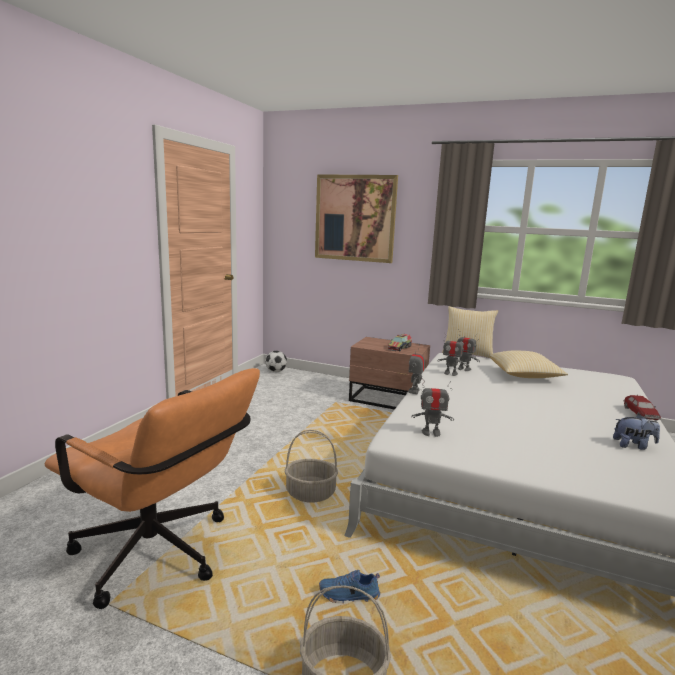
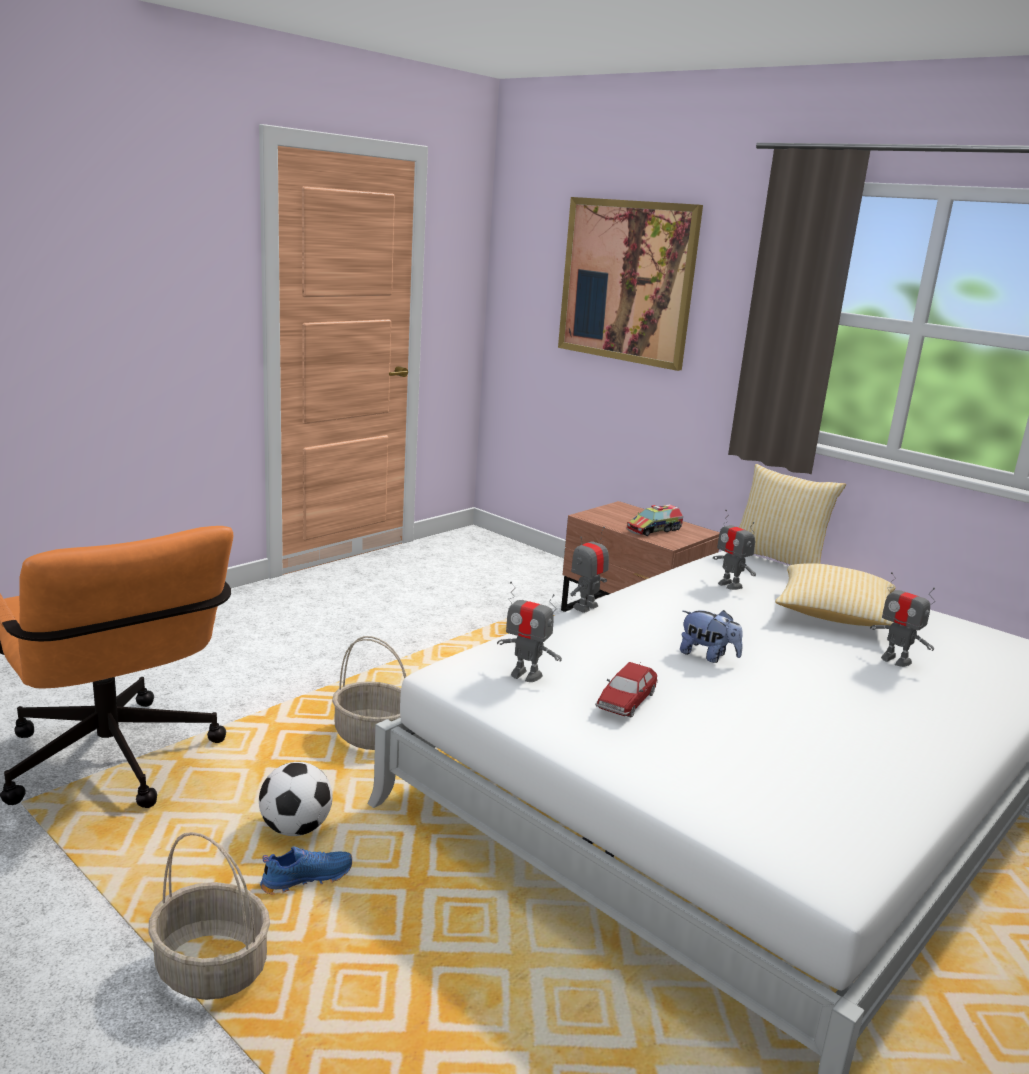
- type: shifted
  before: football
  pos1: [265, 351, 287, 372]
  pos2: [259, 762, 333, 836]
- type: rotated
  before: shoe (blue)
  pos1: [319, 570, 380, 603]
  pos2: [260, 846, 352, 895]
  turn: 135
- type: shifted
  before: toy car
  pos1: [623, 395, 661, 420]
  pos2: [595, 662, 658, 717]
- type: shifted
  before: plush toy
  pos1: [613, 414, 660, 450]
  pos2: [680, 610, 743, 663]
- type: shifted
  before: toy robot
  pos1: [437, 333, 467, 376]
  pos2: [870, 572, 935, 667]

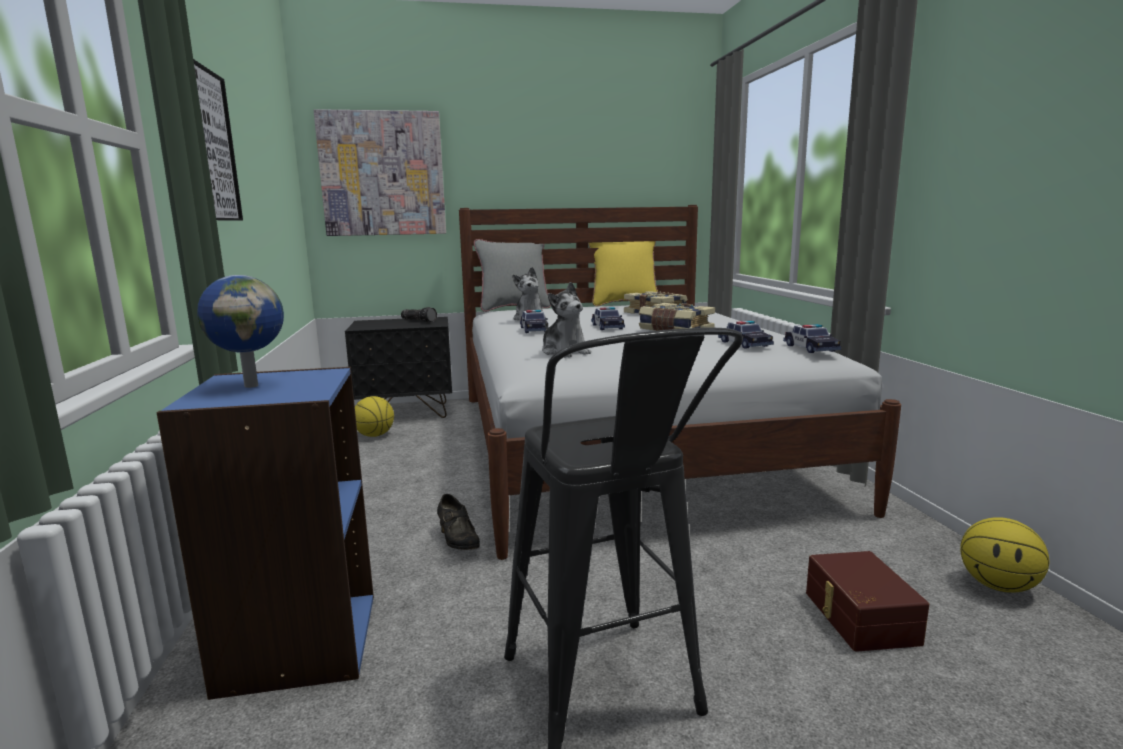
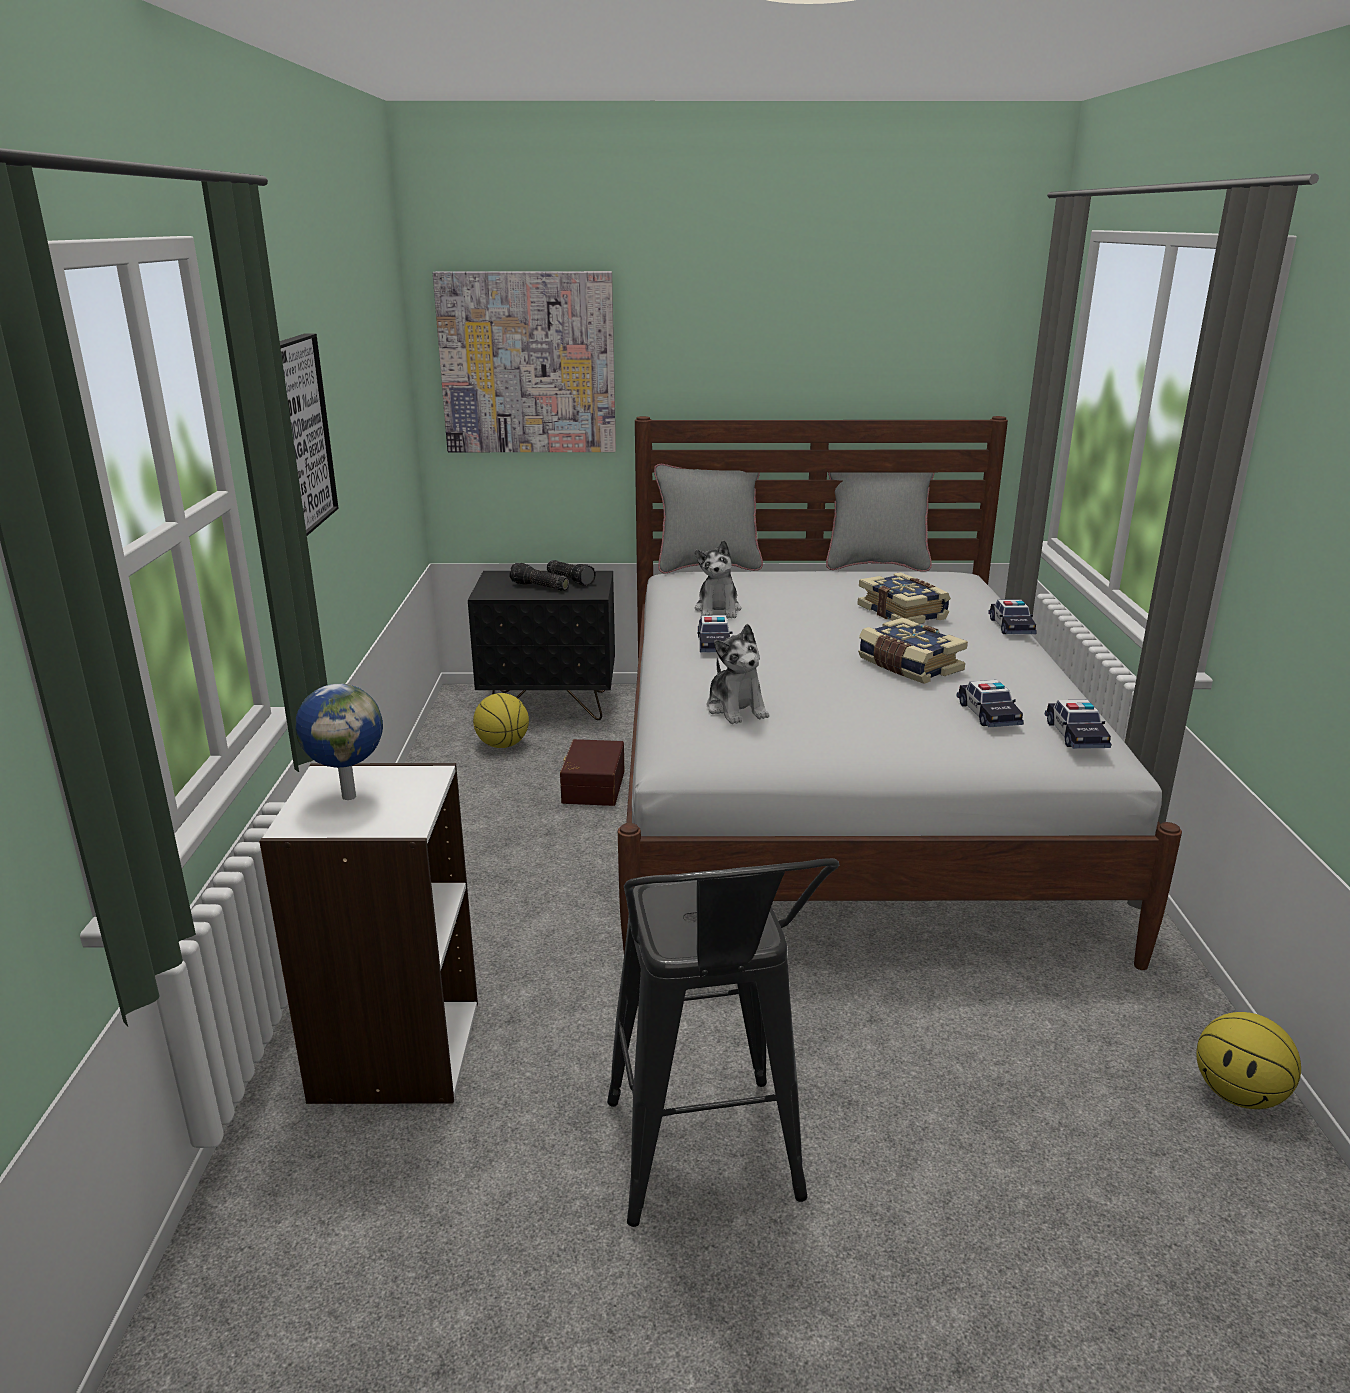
- type: repainted
  before: bookcase (blue)
  after: bookcase (white)
  pos1: [157, 367, 374, 700]
  pos2: [259, 763, 478, 1104]
- type: new
  after: flashlight
  pos2: [509, 563, 570, 591]
- type: shifted
  before: storage box (brown)
  pos1: [806, 551, 929, 652]
  pos2: [560, 739, 624, 806]
- type: repainted
  before: pillow (yellow)
  after: pillow (grey)
  pos1: [588, 241, 658, 306]
  pos2: [826, 472, 935, 572]
- type: shifted
  before: toy car
  pos1: [591, 307, 625, 330]
  pos2: [988, 599, 1037, 634]
- type: gone
  before: shoe (black)
  pos1: [437, 494, 480, 550]

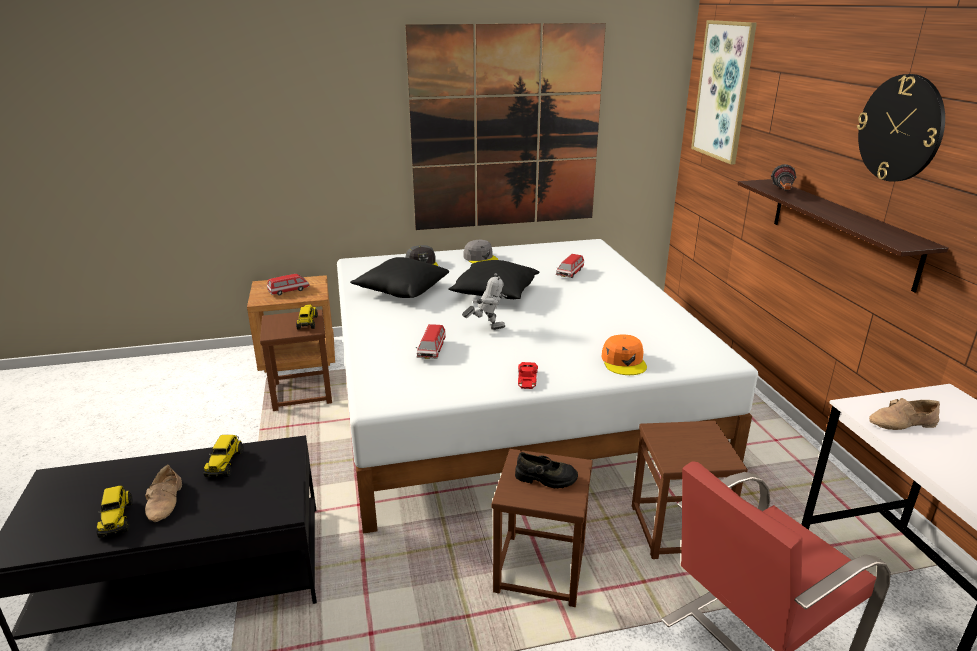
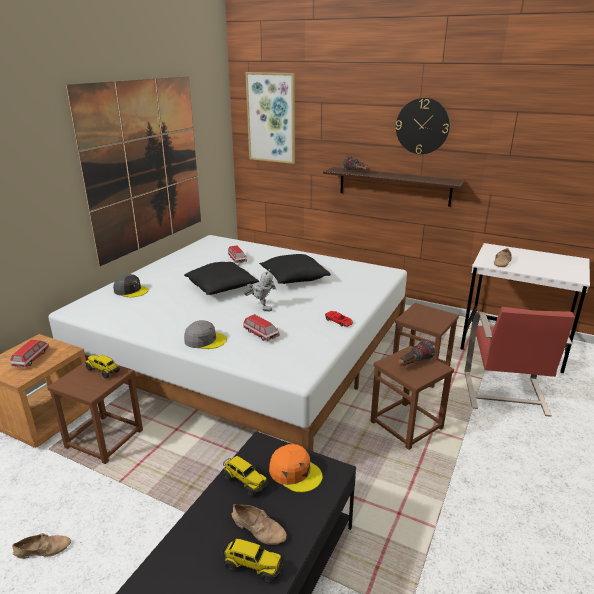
- type: new
  after: shoe (beige)
  pos2: [12, 533, 71, 559]
- type: shifted
  before: cap (grey)
  pos1: [463, 240, 498, 264]
  pos2: [184, 320, 227, 349]
- type: rotated
  before: toy robot
  pos1: [462, 273, 507, 330]
  pos2: [244, 269, 276, 311]
  turn: 90
- type: shifted
  before: pillow (black)
  pos1: [350, 257, 449, 298]
  pos2: [259, 254, 331, 284]
- type: shifted
  before: cap (orange)
  pos1: [602, 334, 647, 375]
  pos2: [269, 444, 323, 492]
- type: swapped
  before: shoe (black)
  after: flashlight
  pos1: [515, 452, 578, 488]
  pos2: [398, 340, 435, 366]

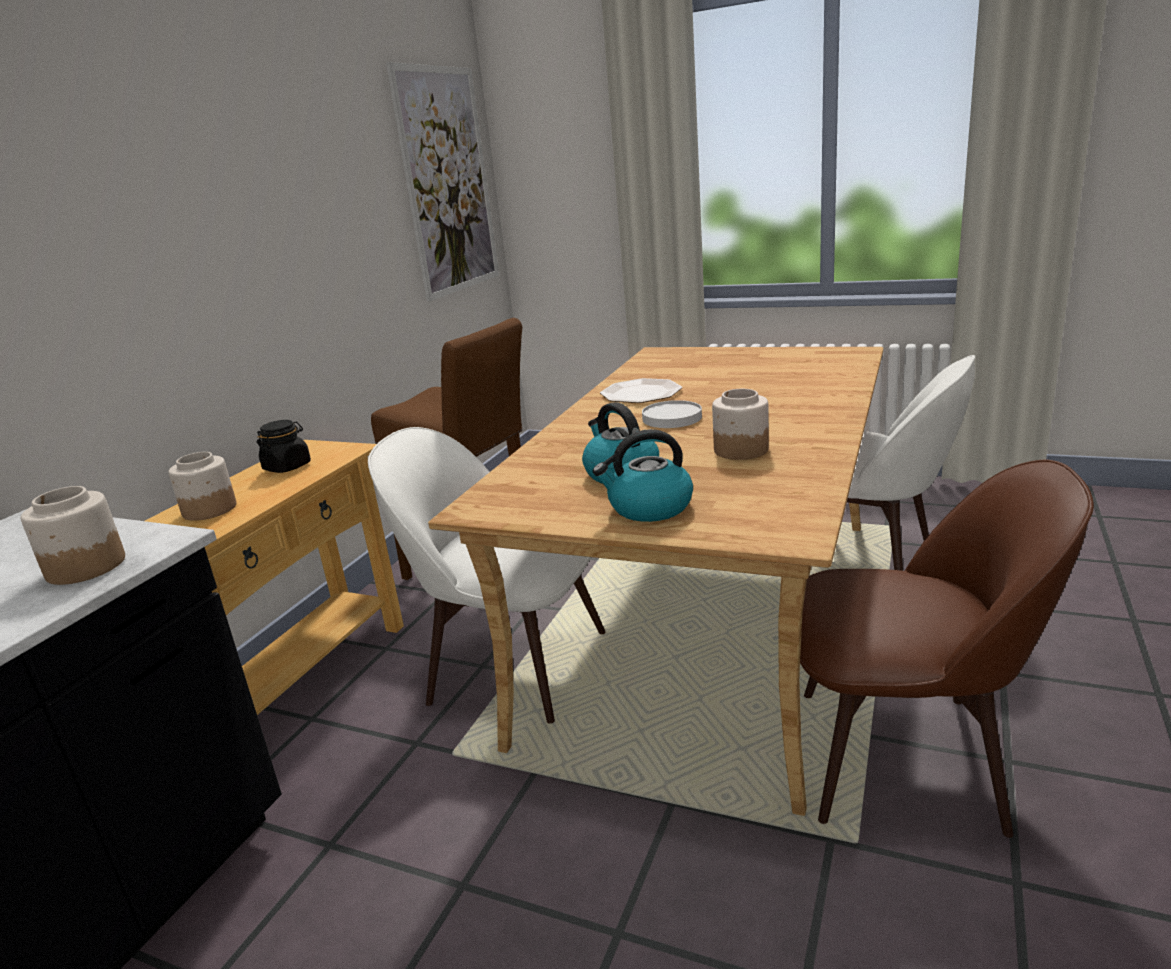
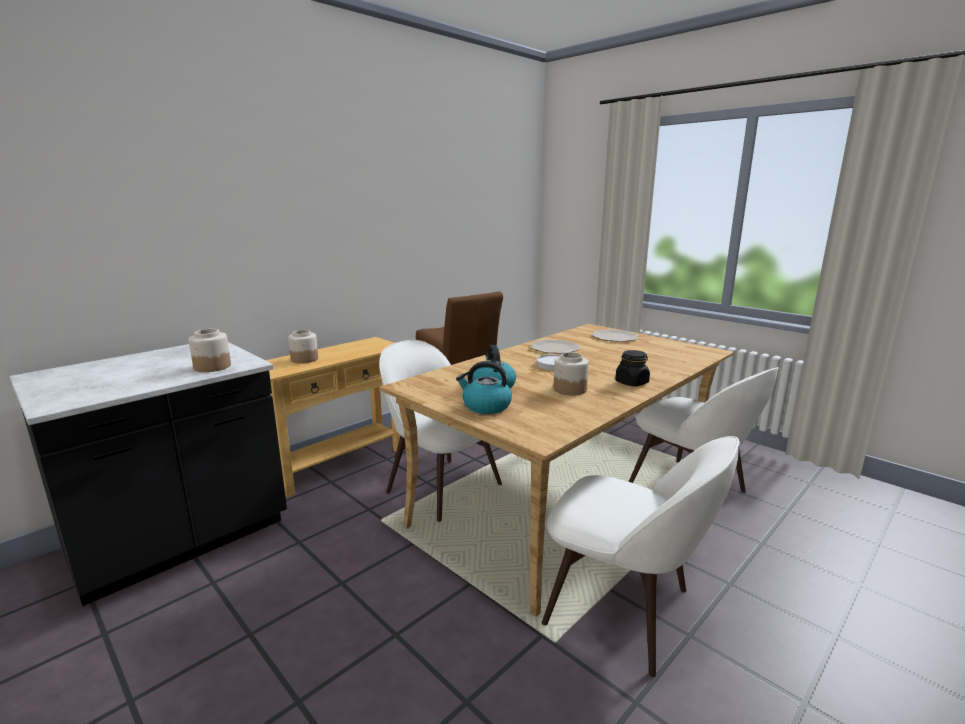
- type: repainted
  before: chair (brown)
  after: chair (white)
  pos1: [800, 460, 1094, 838]
  pos2: [542, 436, 740, 677]
- type: new
  after: plate
  pos2: [592, 329, 638, 342]
- type: shifted
  before: jar (black)
  pos1: [257, 420, 311, 473]
  pos2: [615, 350, 650, 387]
- type: gone
  before: picture
  pos1: [386, 62, 499, 301]

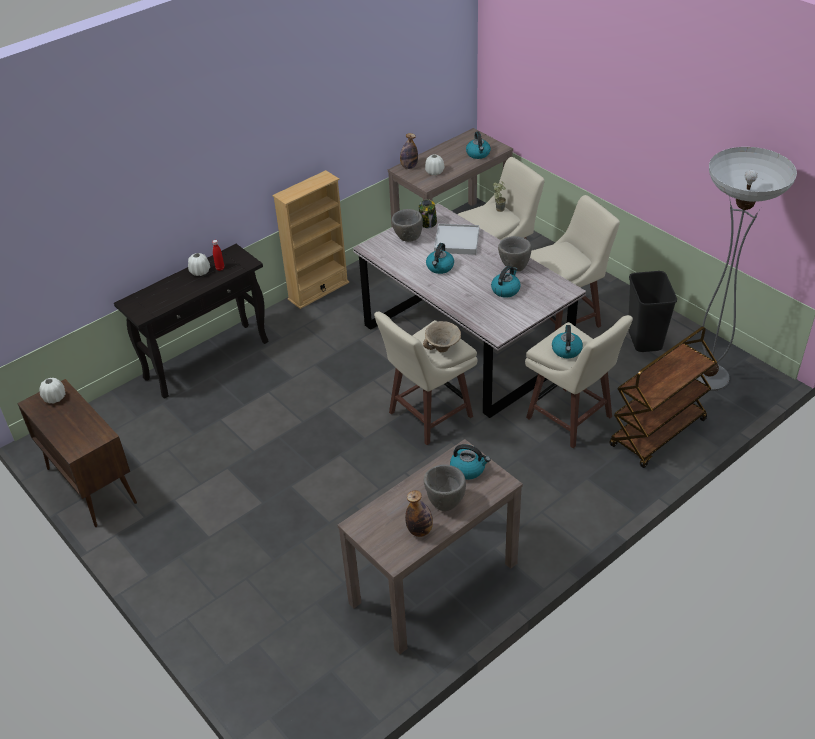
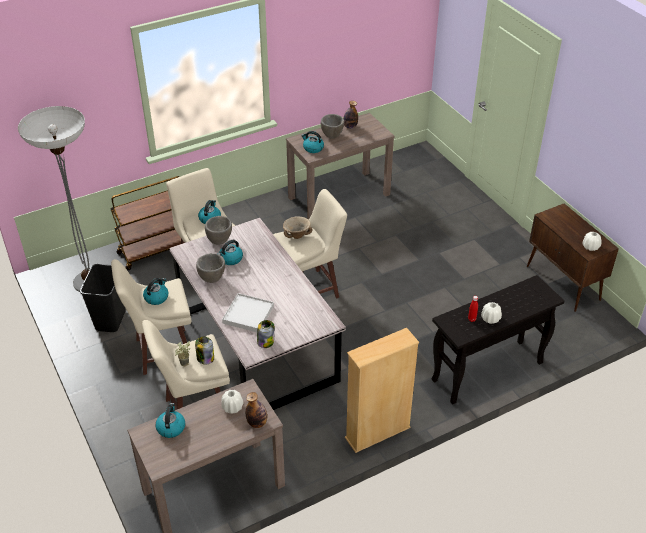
- type: shifted
  before: kettle
  pos1: [426, 243, 454, 274]
  pos2: [143, 278, 168, 305]
- type: new
  after: jar
  pos2: [195, 336, 214, 365]
- type: shifted
  before: bowl (grey)
  pos1: [392, 209, 423, 242]
  pos2: [205, 216, 232, 245]

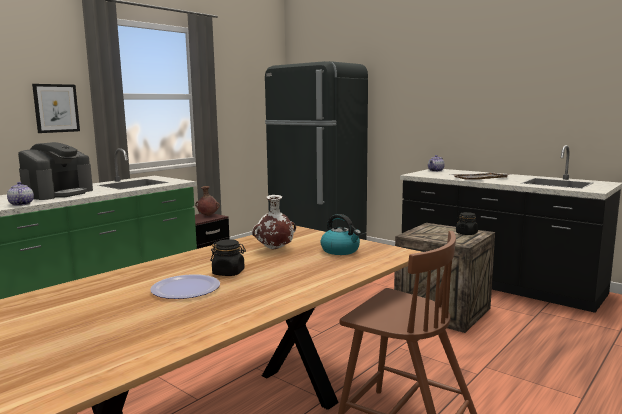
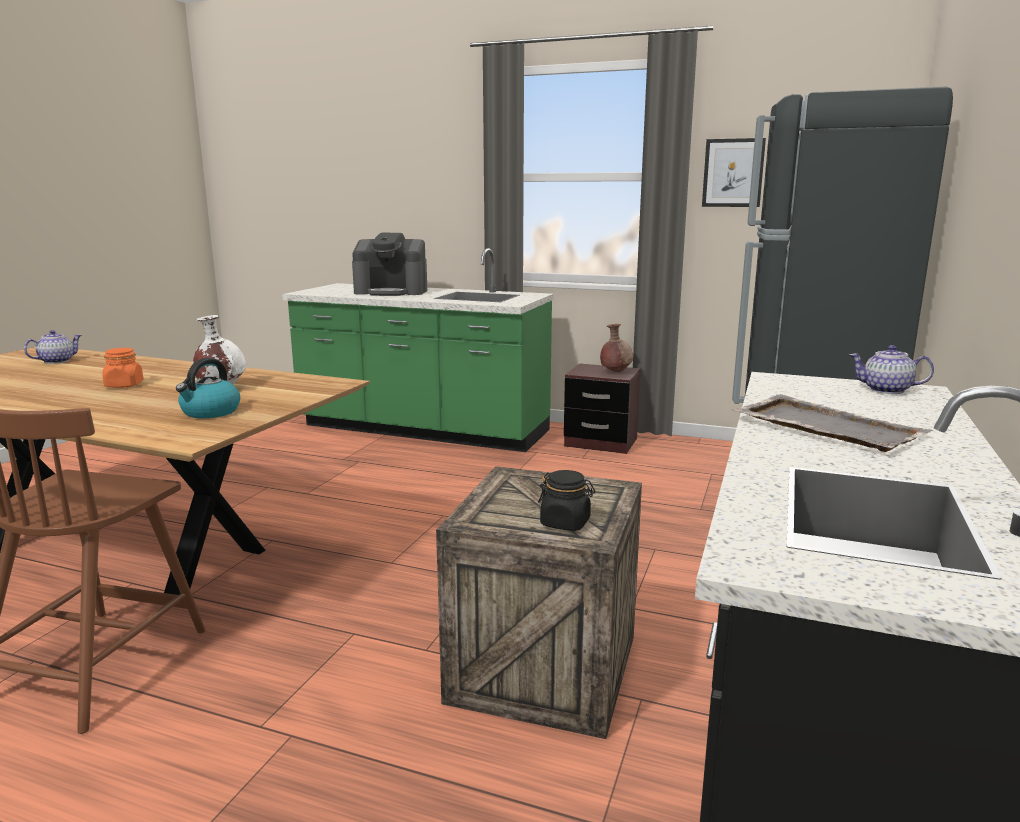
- type: shifted
  before: teapot
  pos1: [7, 182, 34, 206]
  pos2: [24, 330, 82, 364]
- type: repainted
  before: jar (black)
  after: jar (orange)
  pos1: [210, 239, 246, 276]
  pos2: [102, 348, 144, 388]
- type: shifted
  before: picture
  pos1: [32, 84, 80, 133]
  pos2: [702, 138, 766, 207]
- type: gone
  before: plate
  pos1: [150, 274, 220, 299]

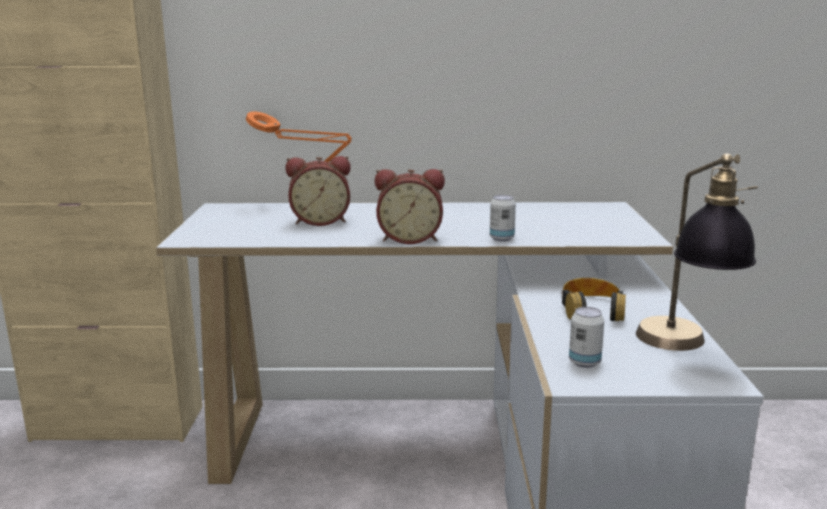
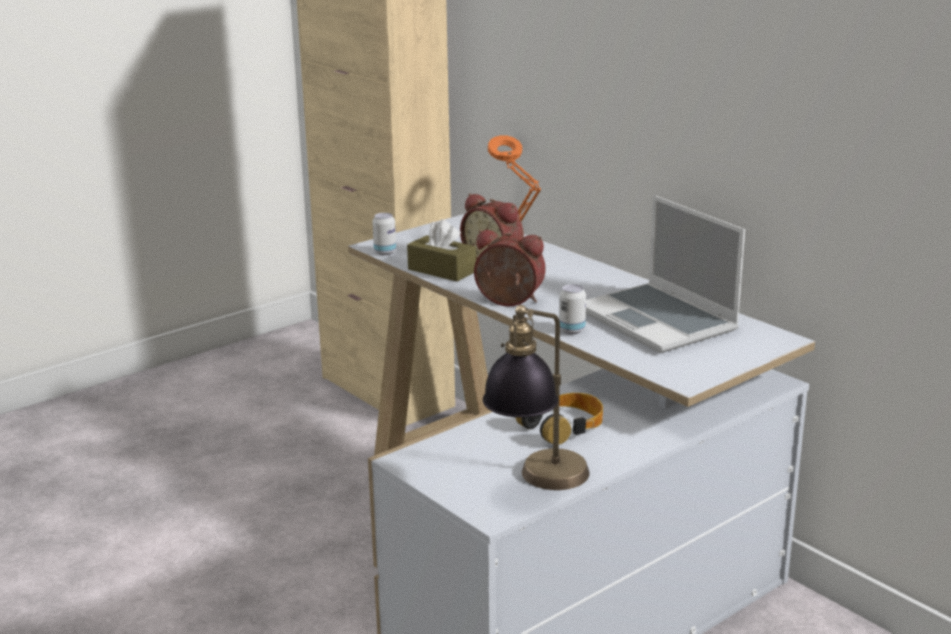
- type: shifted
  before: can
  pos1: [569, 307, 604, 368]
  pos2: [372, 213, 396, 255]
- type: new
  after: tissue box (brown)
  pos2: [407, 219, 476, 281]
- type: rotated
  before: alarm clock
  pos1: [375, 169, 445, 244]
  pos2: [474, 230, 545, 306]
  turn: 150
- type: new
  after: laptop
  pos2: [586, 195, 745, 353]

